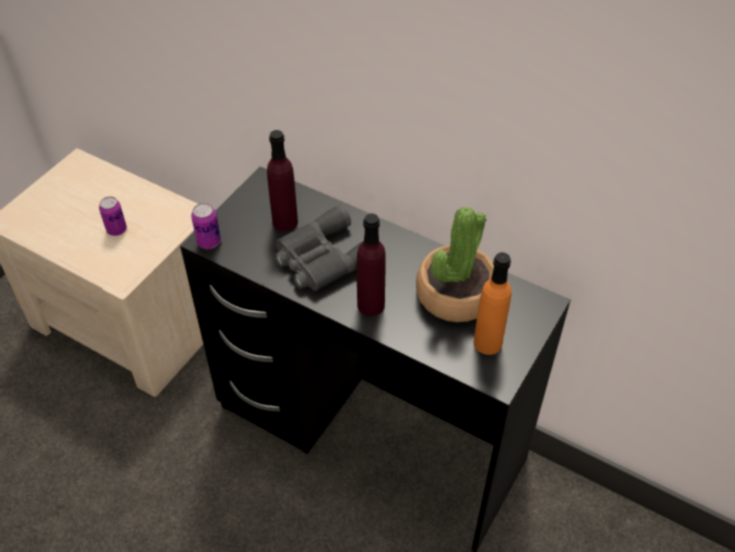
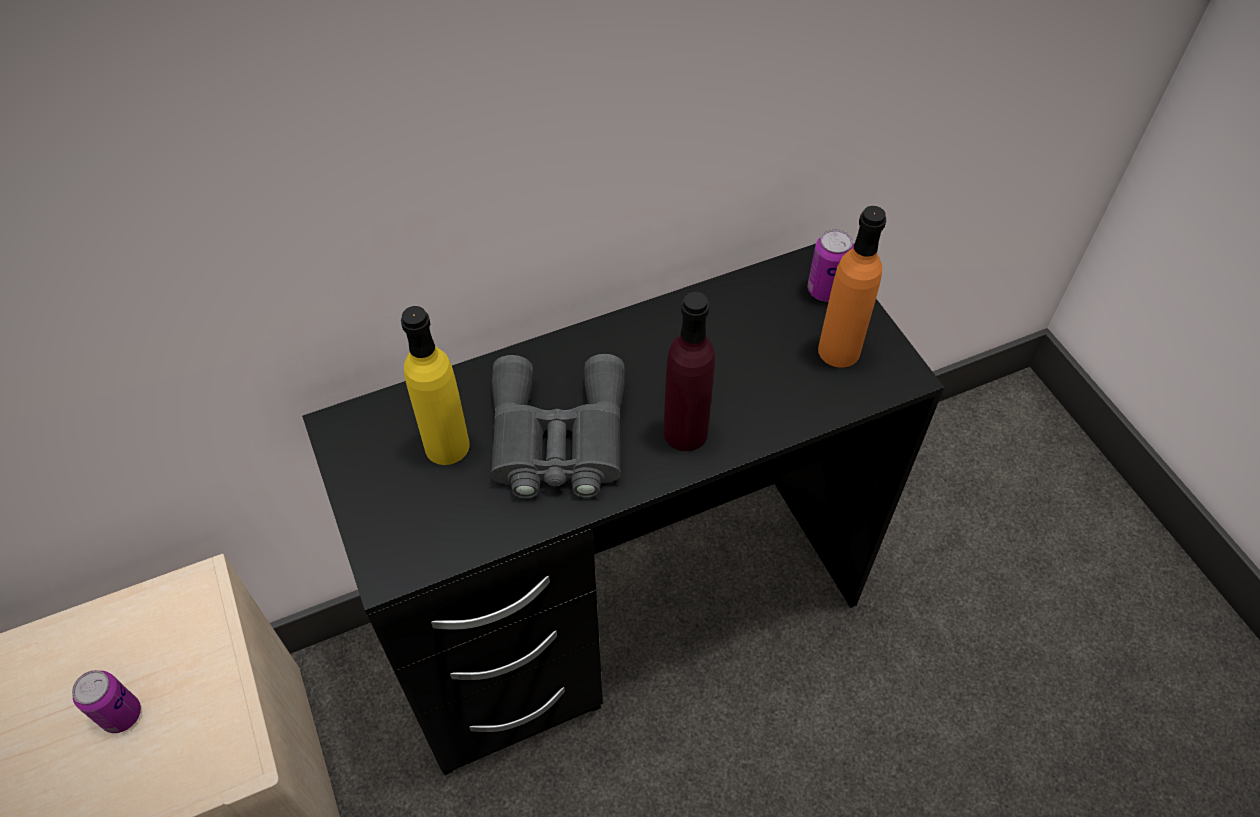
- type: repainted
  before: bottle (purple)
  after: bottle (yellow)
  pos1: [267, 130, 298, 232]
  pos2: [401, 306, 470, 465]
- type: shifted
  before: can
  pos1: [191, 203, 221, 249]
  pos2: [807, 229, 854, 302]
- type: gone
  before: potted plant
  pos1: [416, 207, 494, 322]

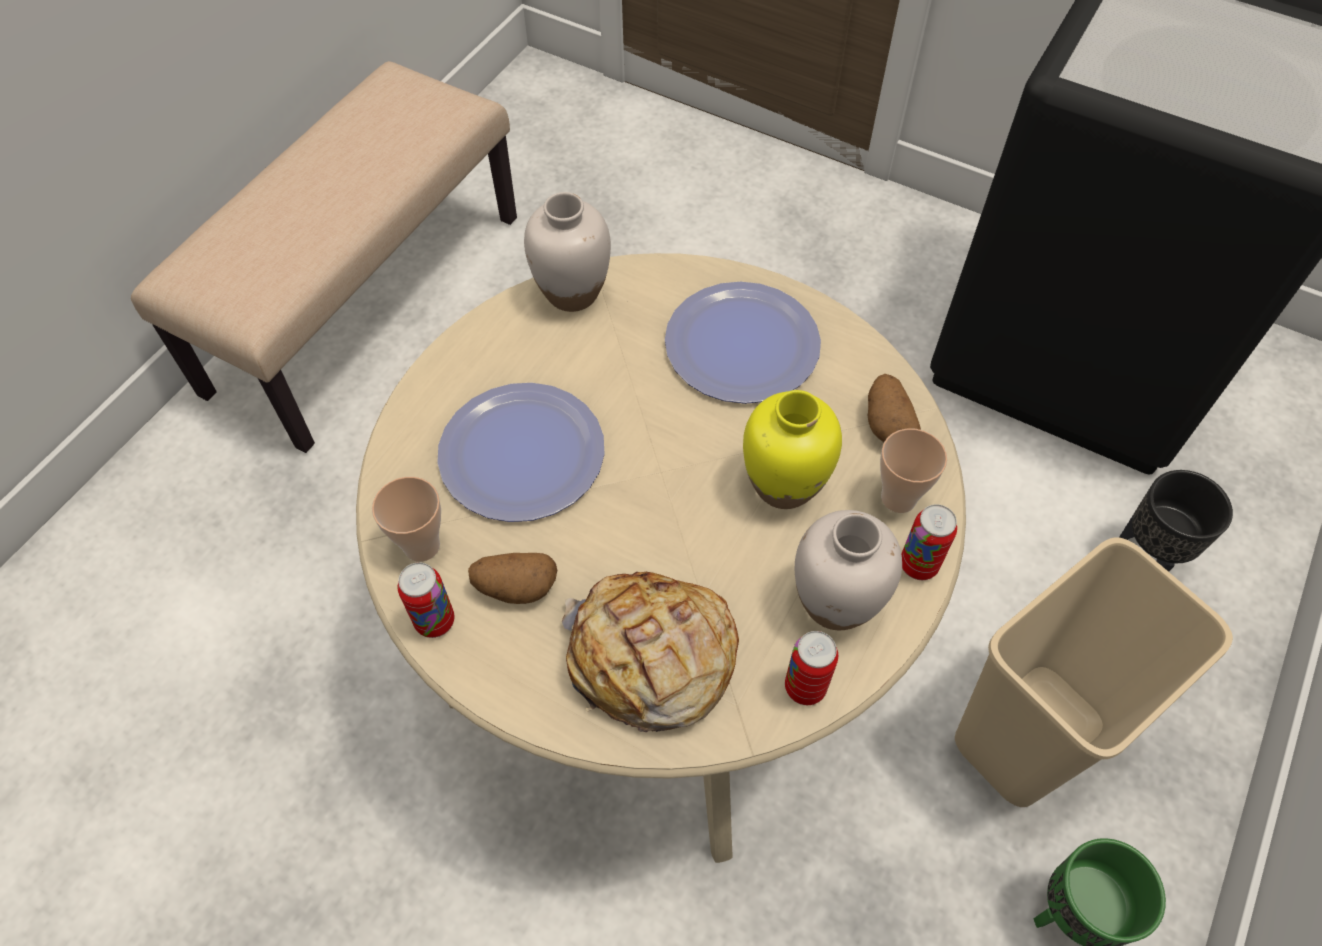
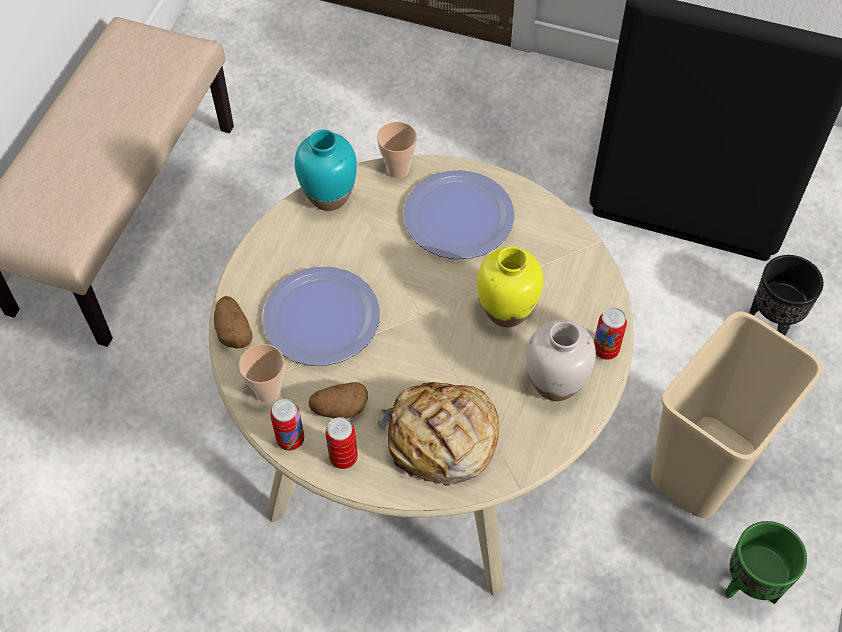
- type: shifted
  before: potato
  pos1: [868, 374, 921, 443]
  pos2: [214, 296, 252, 348]
- type: repainted
  before: vase (white)
  after: vase (turquoise)
  pos1: [524, 192, 611, 312]
  pos2: [295, 129, 357, 211]
- type: shifted
  before: can
  pos1: [785, 631, 838, 705]
  pos2: [325, 417, 358, 469]
- type: shifted
  before: cup
  pos1: [880, 428, 947, 513]
  pos2: [377, 122, 417, 178]

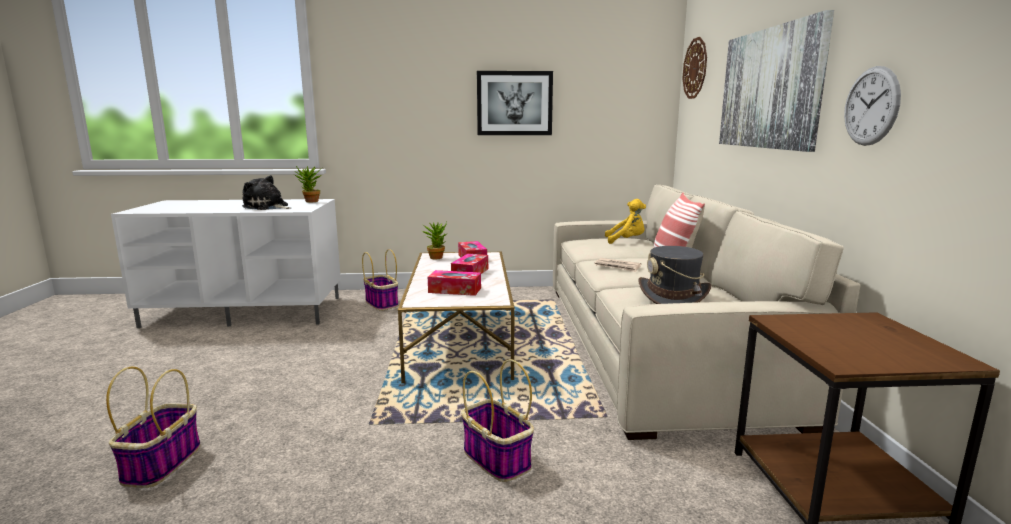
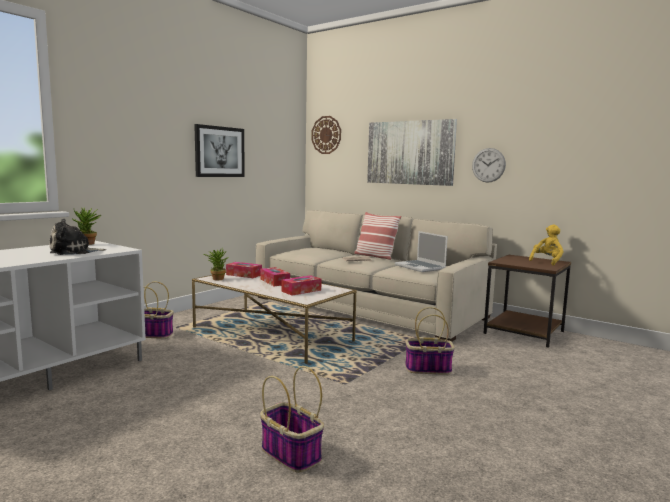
- type: swapped
  before: hat (grey)
  after: laptop
  pos1: [639, 246, 711, 304]
  pos2: [395, 231, 448, 272]
- type: shifted
  before: plush toy (yellow)
  pos1: [605, 199, 646, 244]
  pos2: [529, 224, 564, 265]

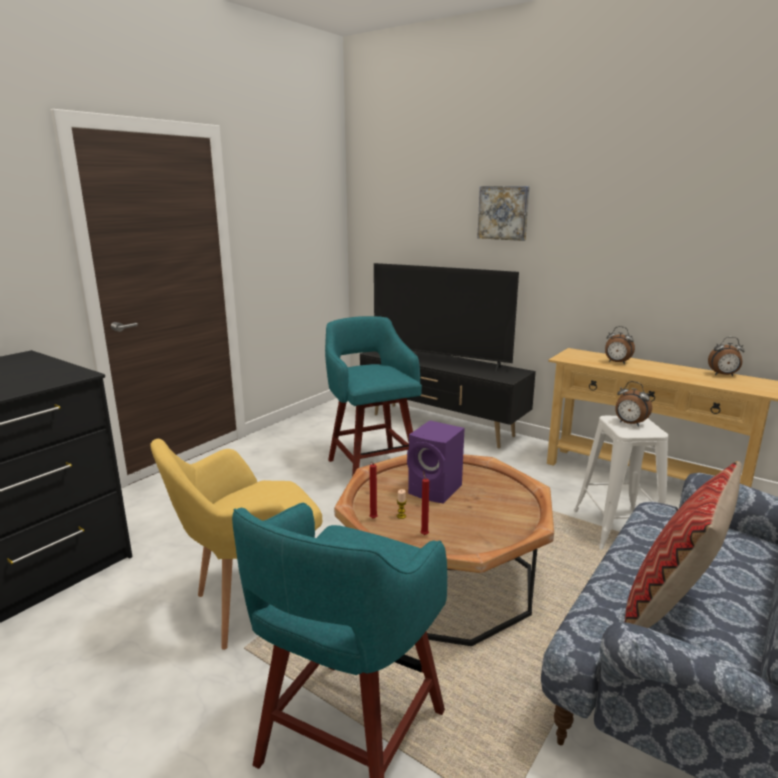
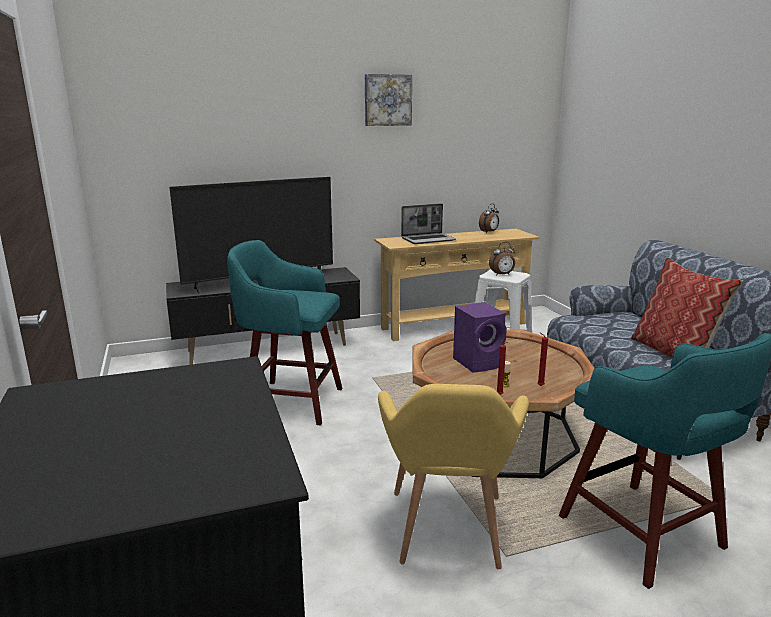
- type: shifted
  before: picture
  pos1: [477, 186, 530, 241]
  pos2: [365, 74, 412, 126]
- type: swapped
  before: alarm clock
  after: laptop
  pos1: [605, 326, 635, 364]
  pos2: [401, 203, 456, 244]

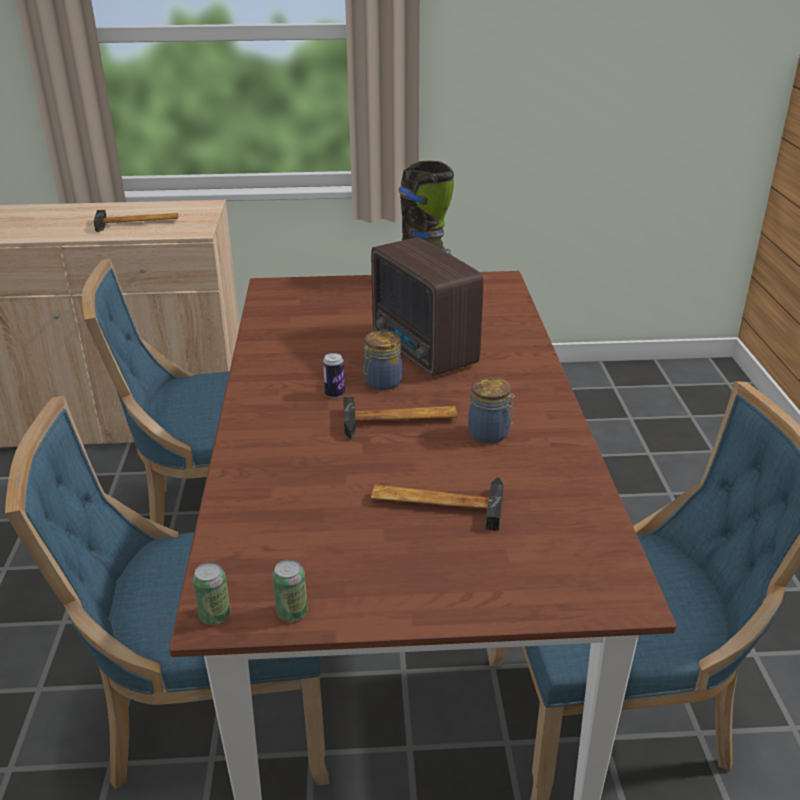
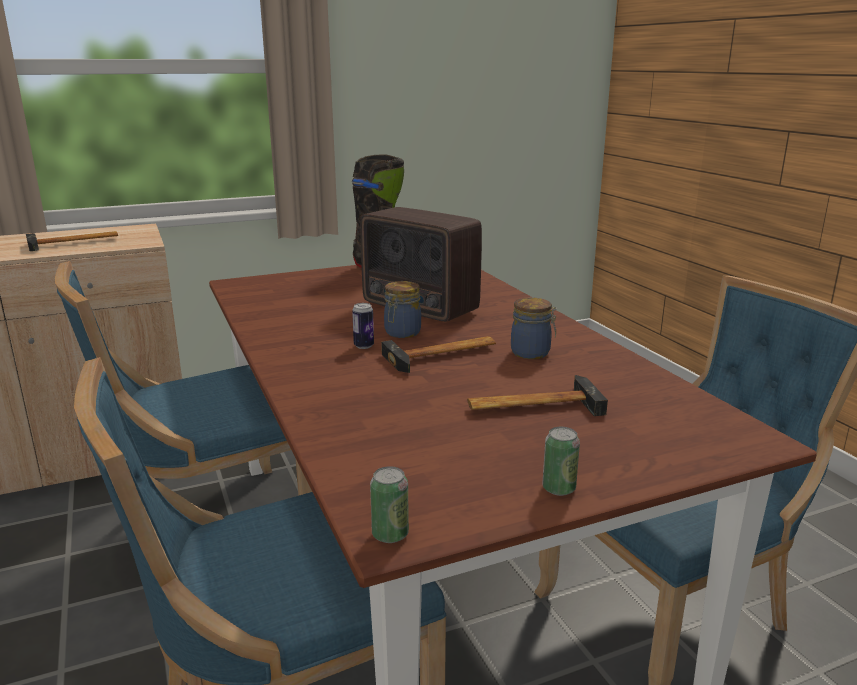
- type: shifted
  before: can
  pos1: [272, 559, 308, 621]
  pos2: [542, 427, 580, 496]

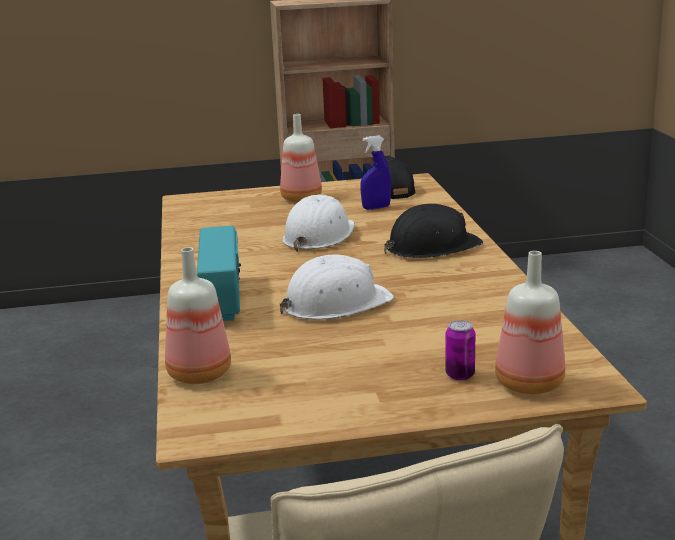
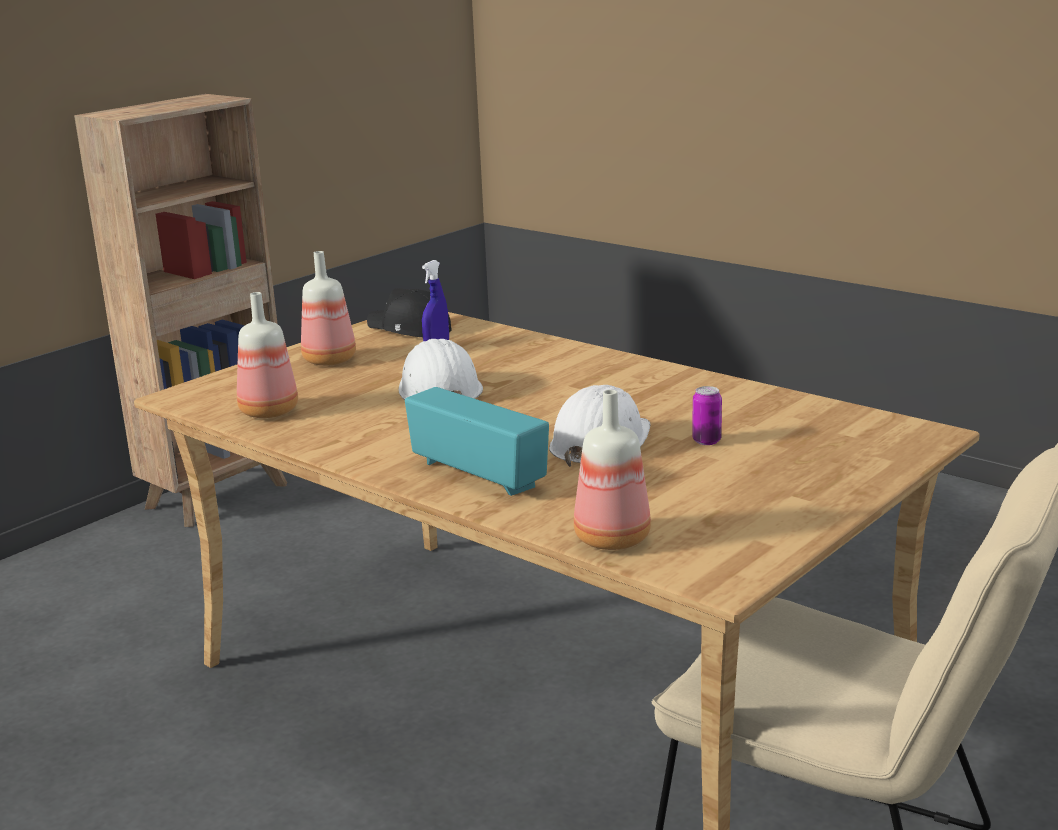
- type: shifted
  before: bottle
  pos1: [495, 251, 565, 394]
  pos2: [237, 292, 298, 418]
- type: shifted
  before: can
  pos1: [446, 320, 475, 381]
  pos2: [692, 386, 722, 445]
- type: gone
  before: hard hat (black)
  pos1: [384, 204, 483, 258]

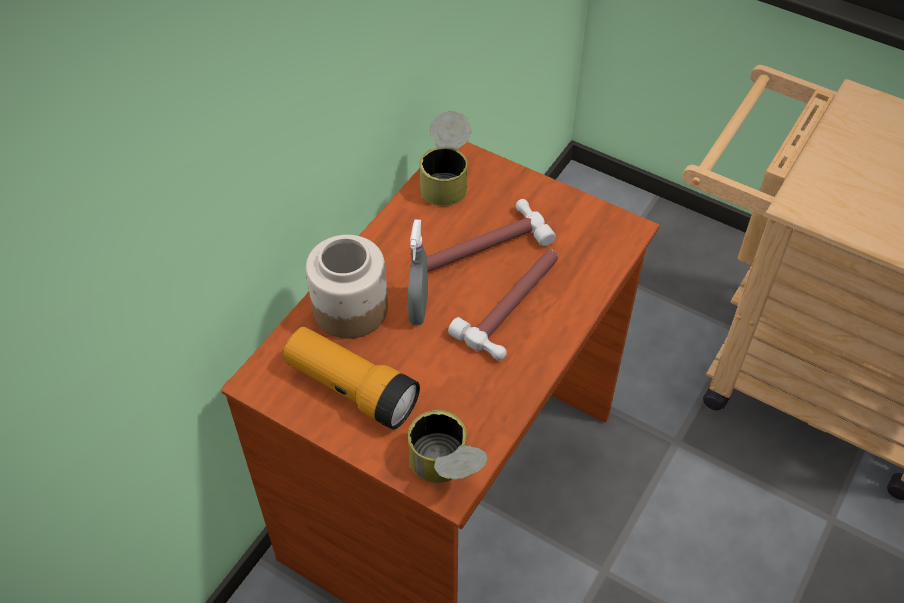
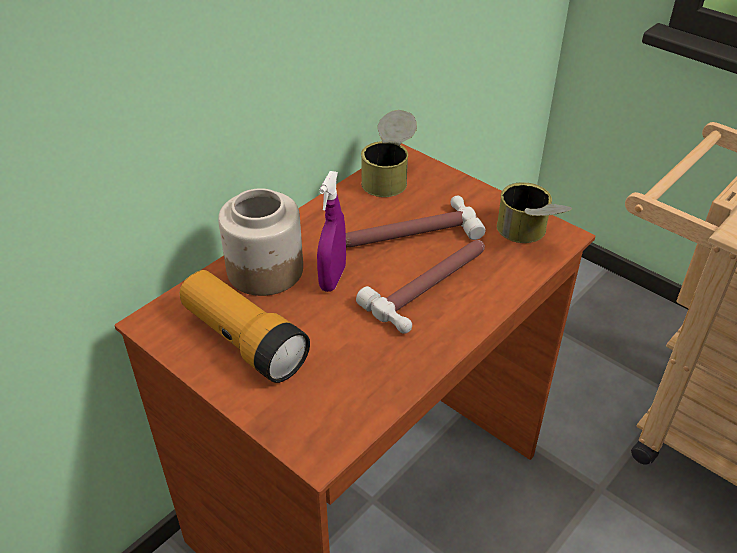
- type: repainted
  before: spray bottle (grey)
  after: spray bottle (purple)
  pos1: [408, 219, 428, 325]
  pos2: [317, 171, 346, 292]
- type: shifted
  before: can
  pos1: [408, 410, 488, 483]
  pos2: [497, 182, 572, 243]

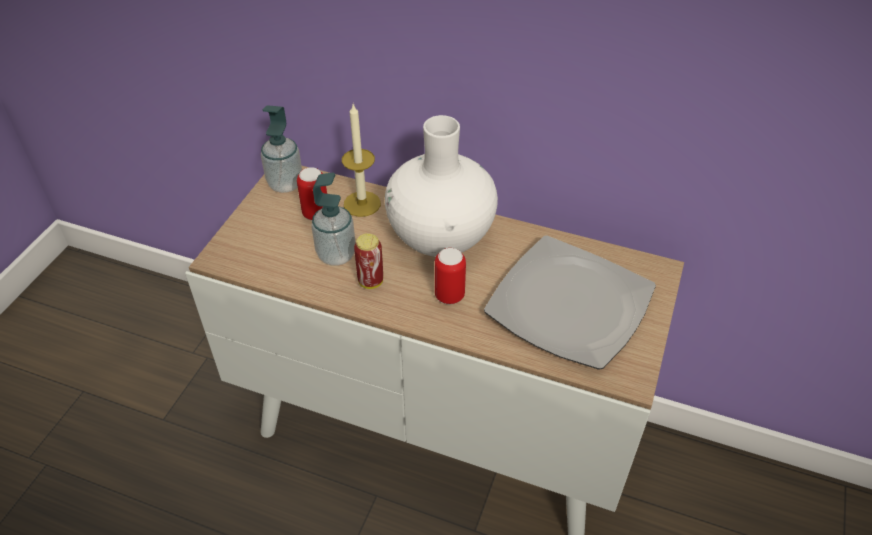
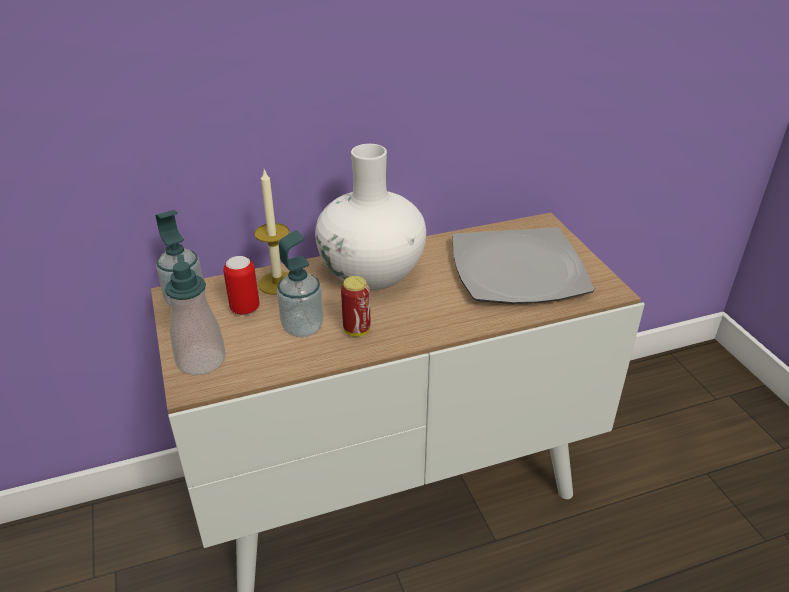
- type: new
  after: soap dispenser
  pos2: [165, 254, 225, 375]
- type: gone
  before: can
  pos1: [435, 248, 466, 304]

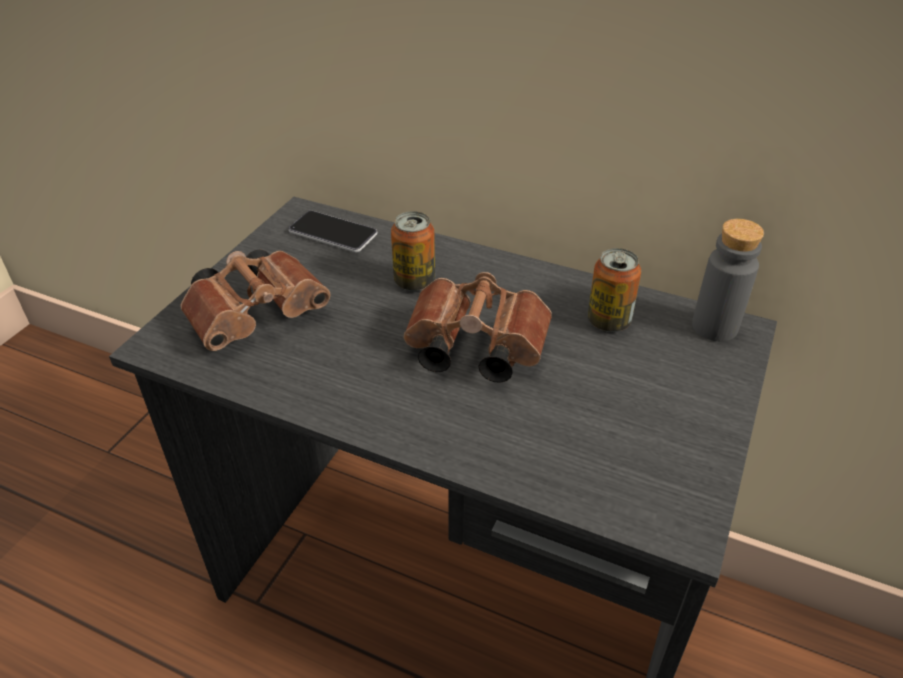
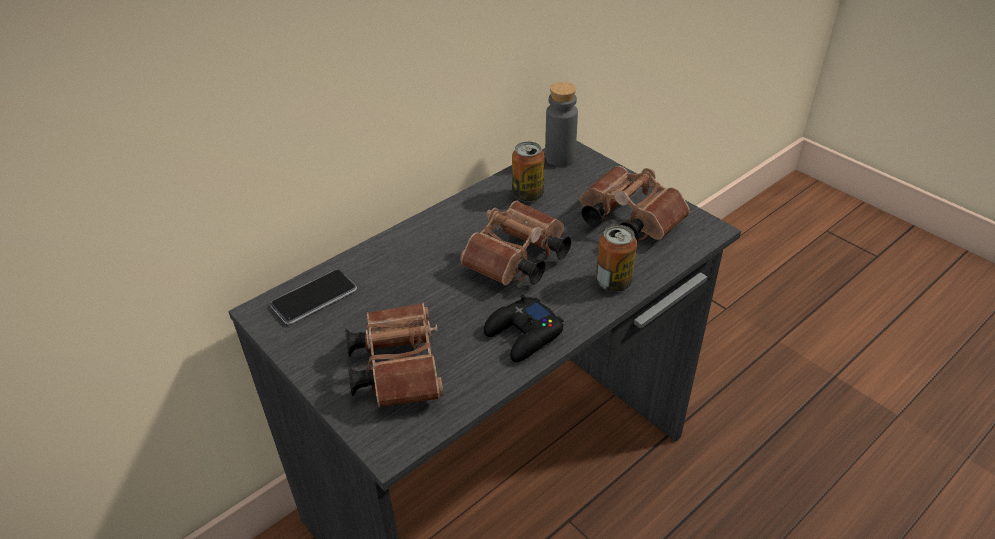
- type: new
  after: game controller (black)
  pos2: [484, 295, 563, 362]
- type: new
  after: binoculars (brown)
  pos2: [580, 166, 690, 241]
- type: shifted
  before: can
  pos1: [391, 211, 435, 291]
  pos2: [596, 225, 637, 292]

